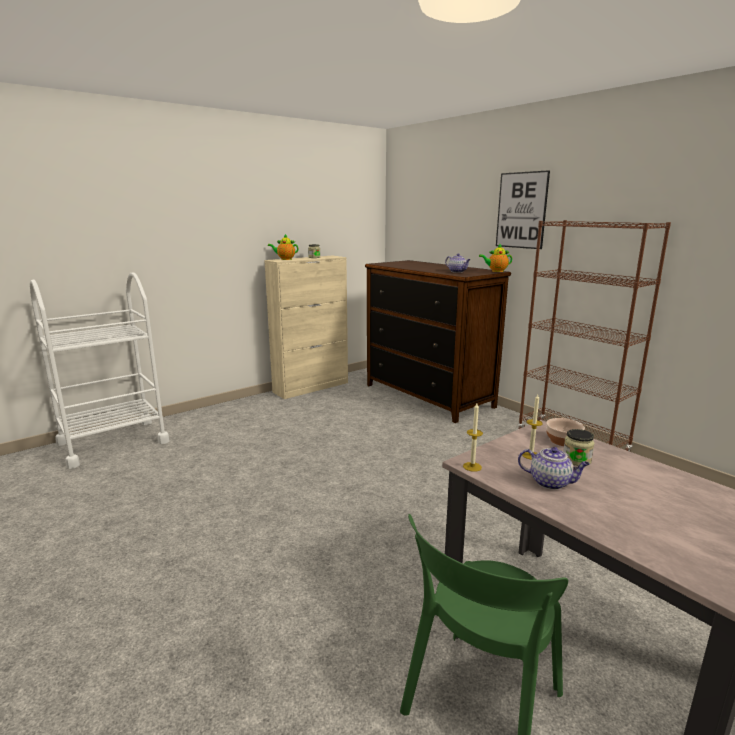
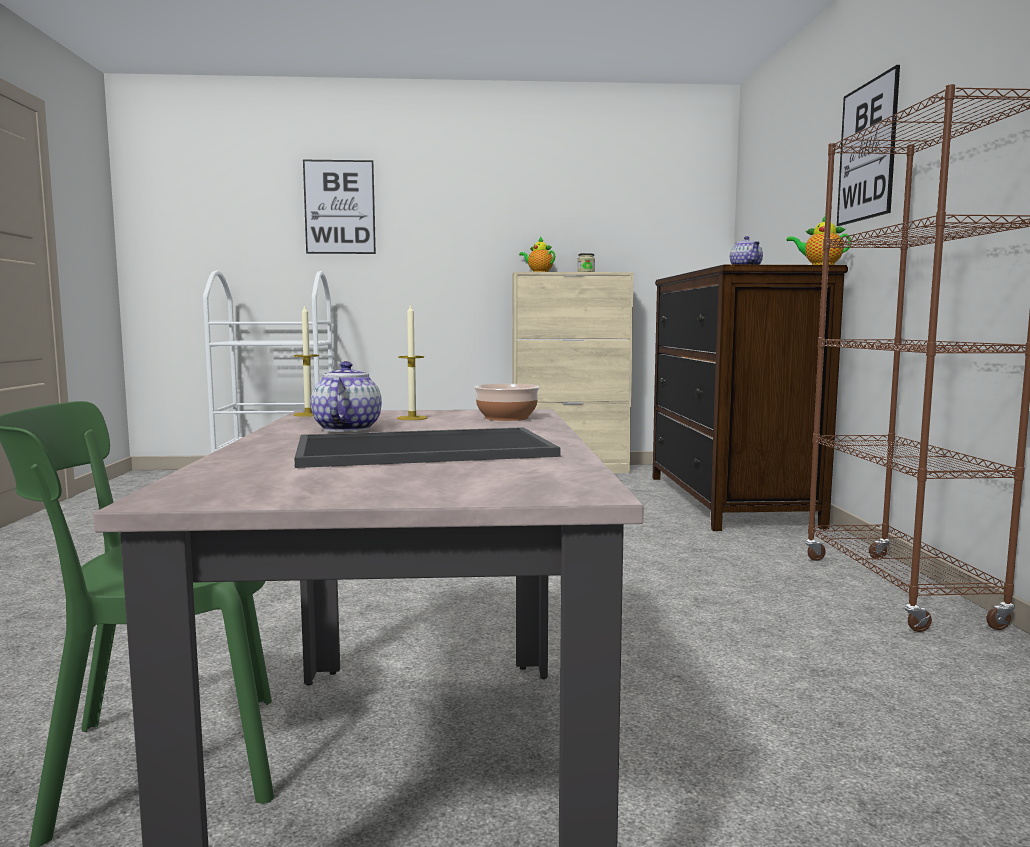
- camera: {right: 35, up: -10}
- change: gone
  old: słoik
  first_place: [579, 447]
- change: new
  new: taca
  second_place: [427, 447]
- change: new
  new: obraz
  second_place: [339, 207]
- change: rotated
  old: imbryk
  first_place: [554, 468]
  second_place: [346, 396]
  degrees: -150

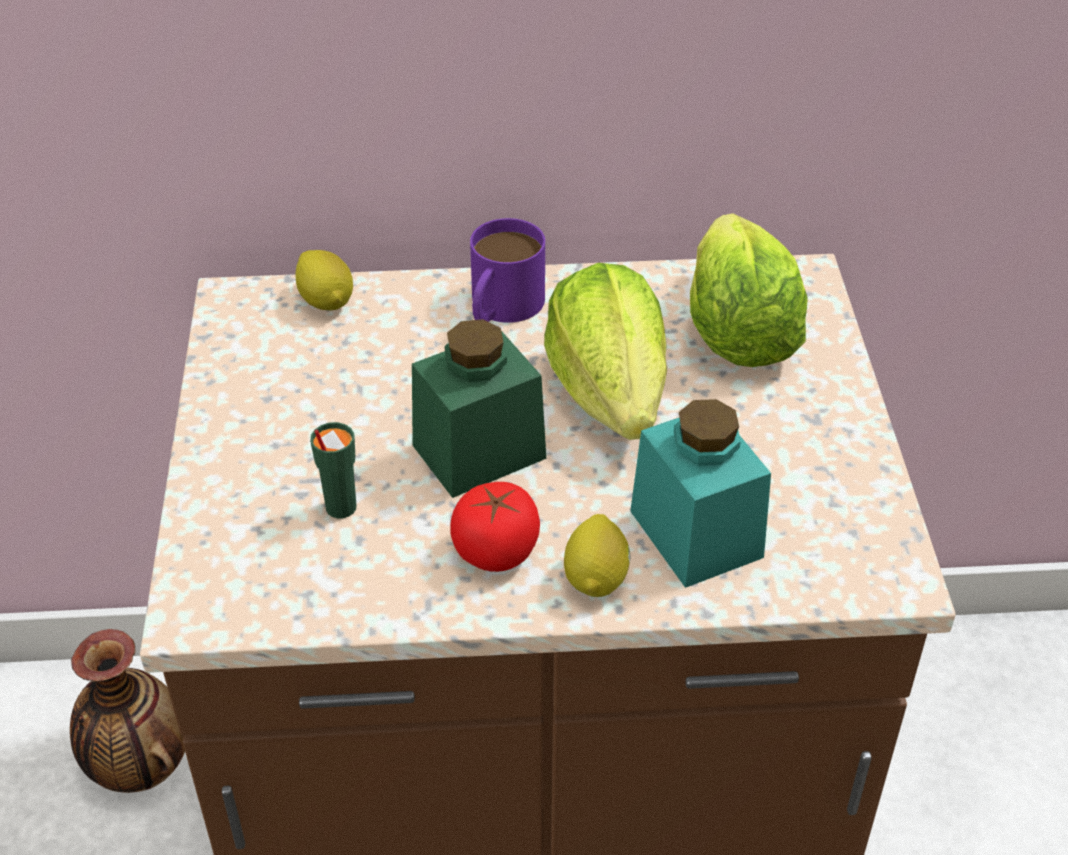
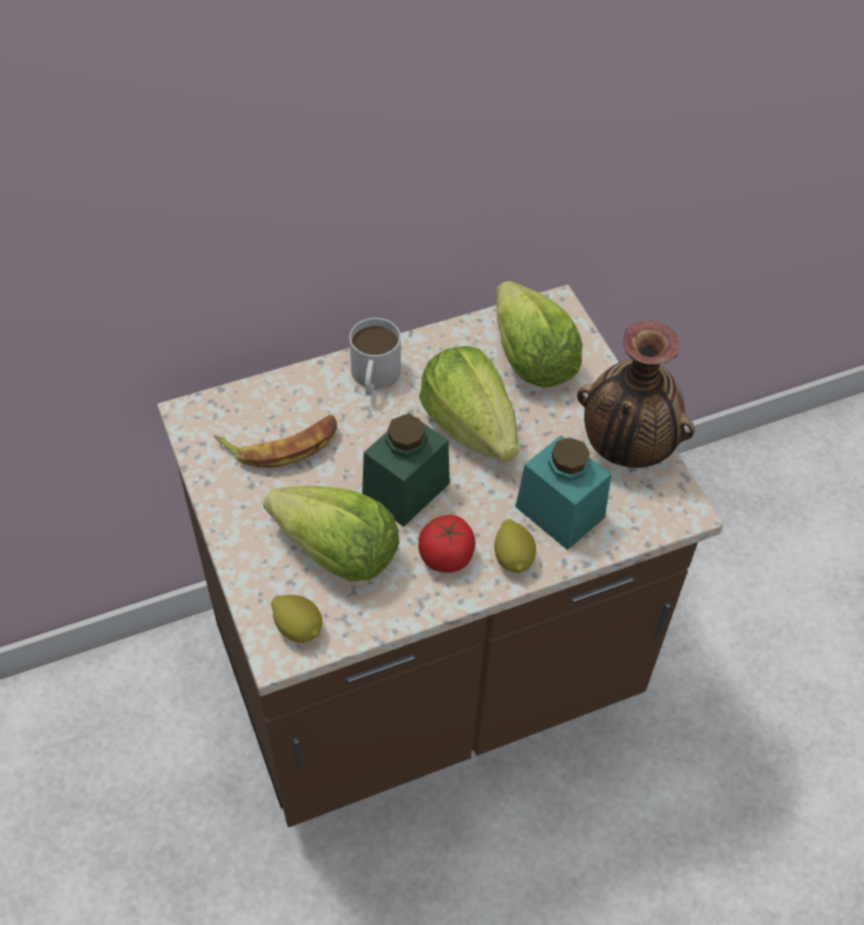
- camera: {right: -20, up: 10}
- change: new
  new: banan
  second_place: [275, 441]
- change: shifted
  old: wazon
  first_place: [127, 711]
  second_place: [636, 394]
- change: shifted
  old: cytryna
  first_place: [324, 280]
  second_place: [297, 619]
- change: swapped
  old: filiżanka/zielony
  new: sałata
  first_place: [333, 470]
  second_place: [331, 533]
- change: repainted
  old: kubek/fioletowy
  new: kubek/biały
  first_place: [507, 270]
  second_place: [375, 356]

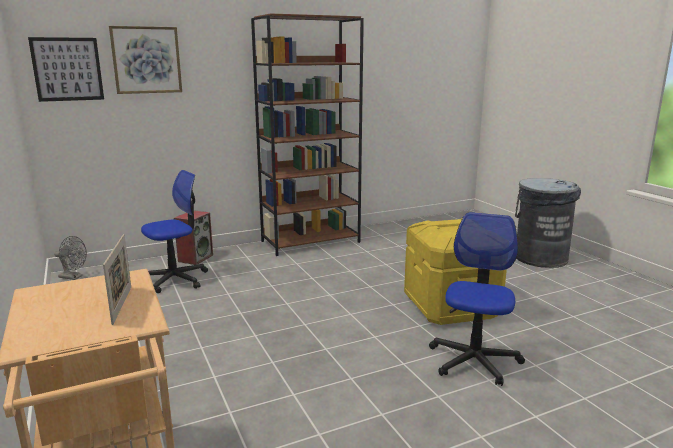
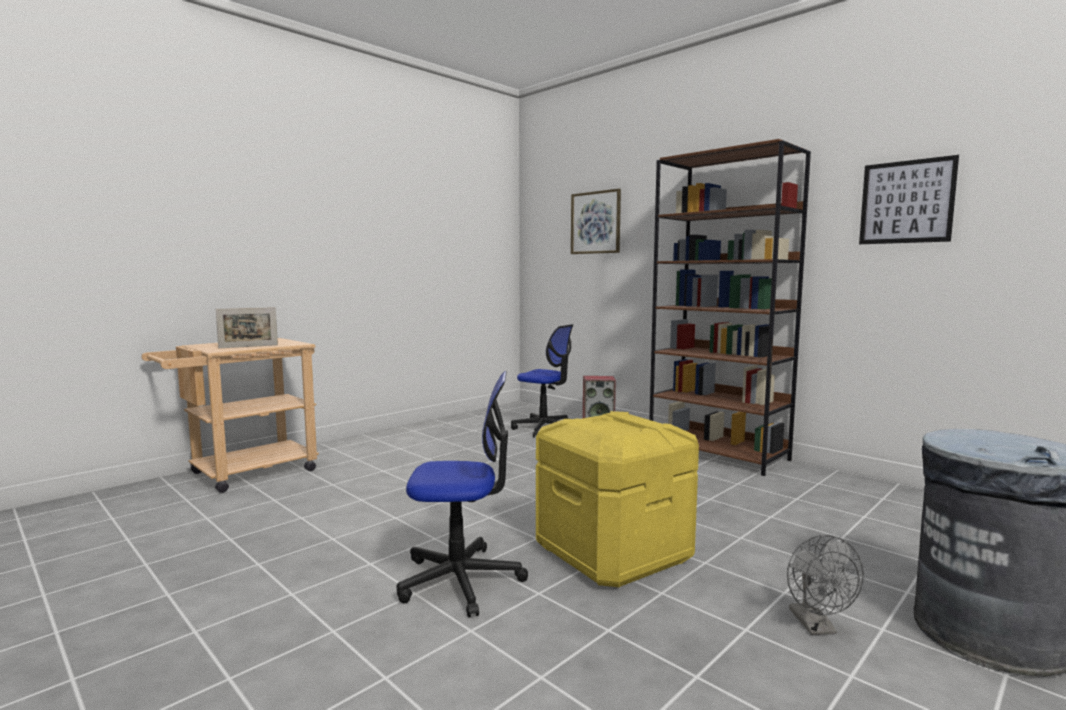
- camera: {right: 70, up: -10}
- change: shifted
  old: obraz
  first_place: [66, 69]
  second_place: [909, 199]
- change: shifted
  old: wentylator/szary
  first_place: [70, 258]
  second_place: [825, 585]

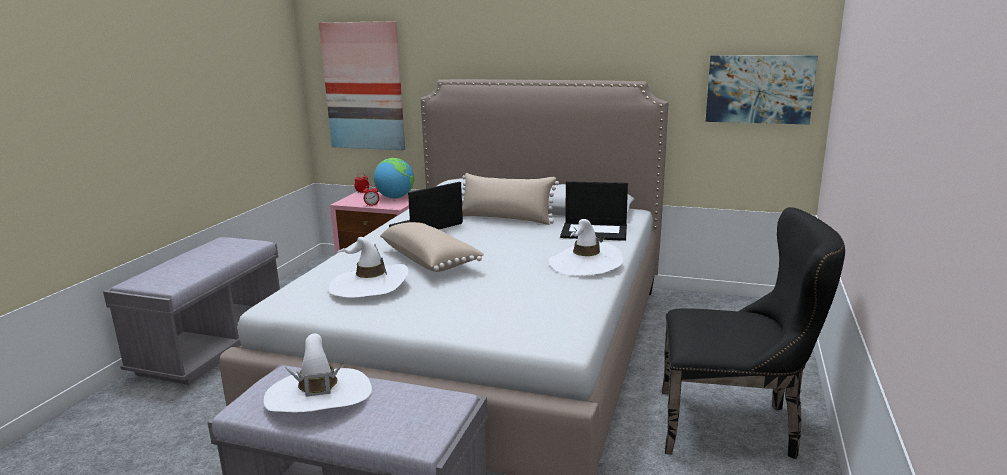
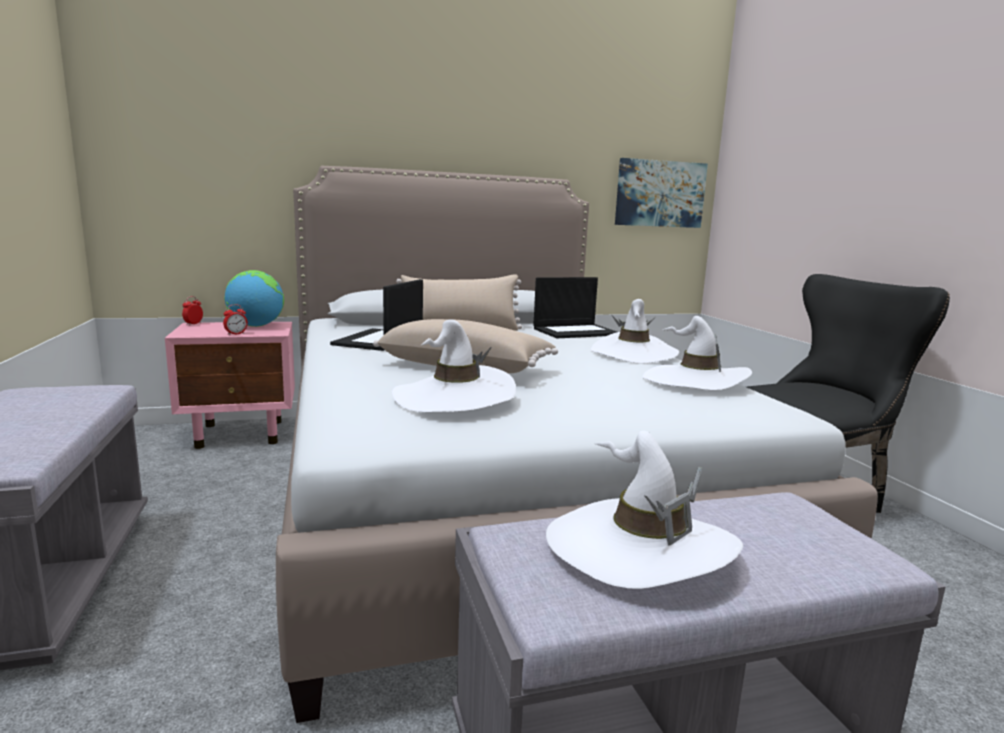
- camera: {right: -35, up: -5}
- change: gone
  old: obraz
  first_place: [362, 85]
- change: new
  new: kapelusz/biały
  second_place: [697, 353]

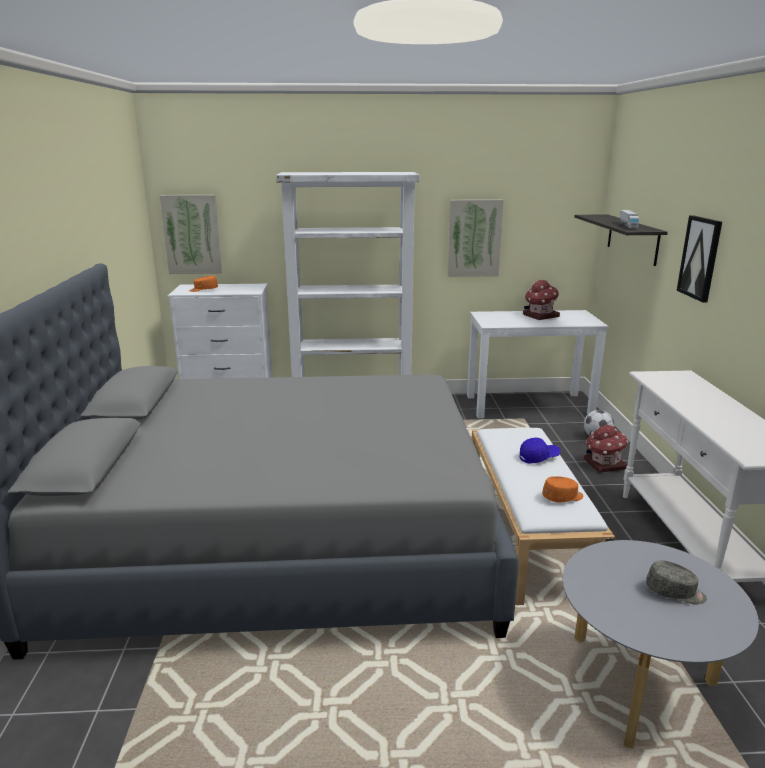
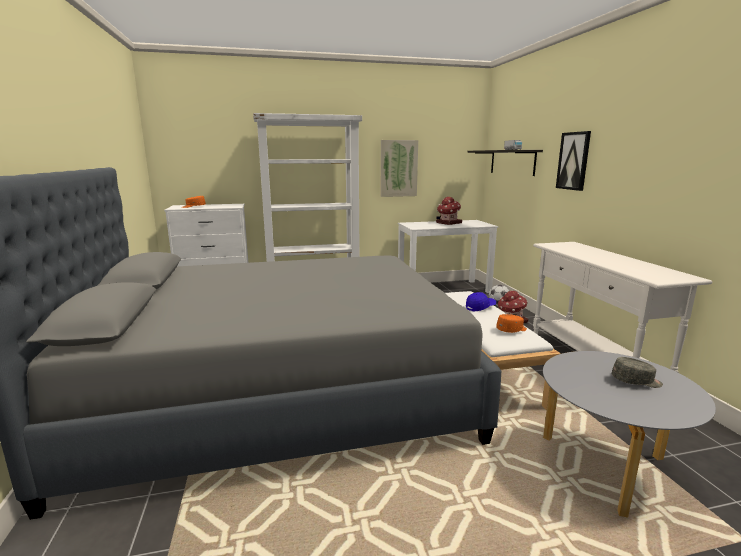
- camera: {right: -10, up: -5}
- change: gone
  old: obraz
  first_place: [191, 234]

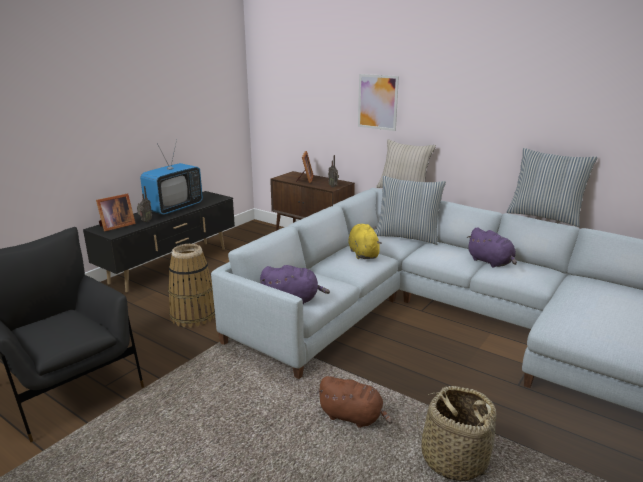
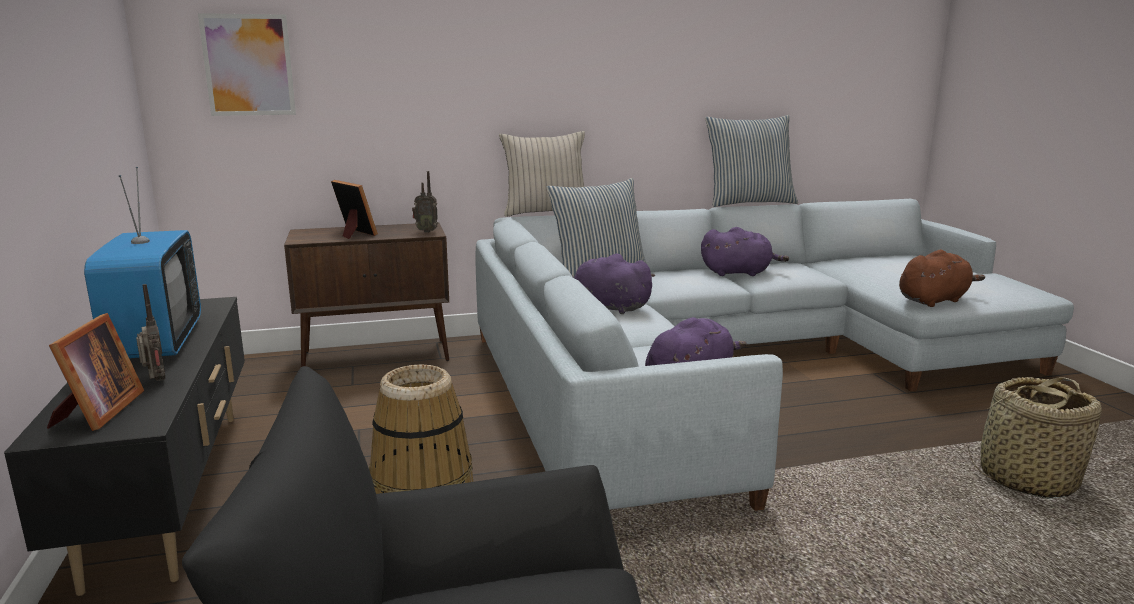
- camera: {right: -50, up: -5}
- change: shifted
  old: pluszak/brązowy
  first_place: [354, 402]
  second_place: [942, 278]
- change: shifted
  old: obraz
  first_place: [378, 102]
  second_place: [247, 64]
- change: repainted
  old: pluszak/żółty
  new: pluszak/fioletowy
  first_place: [365, 241]
  second_place: [613, 284]

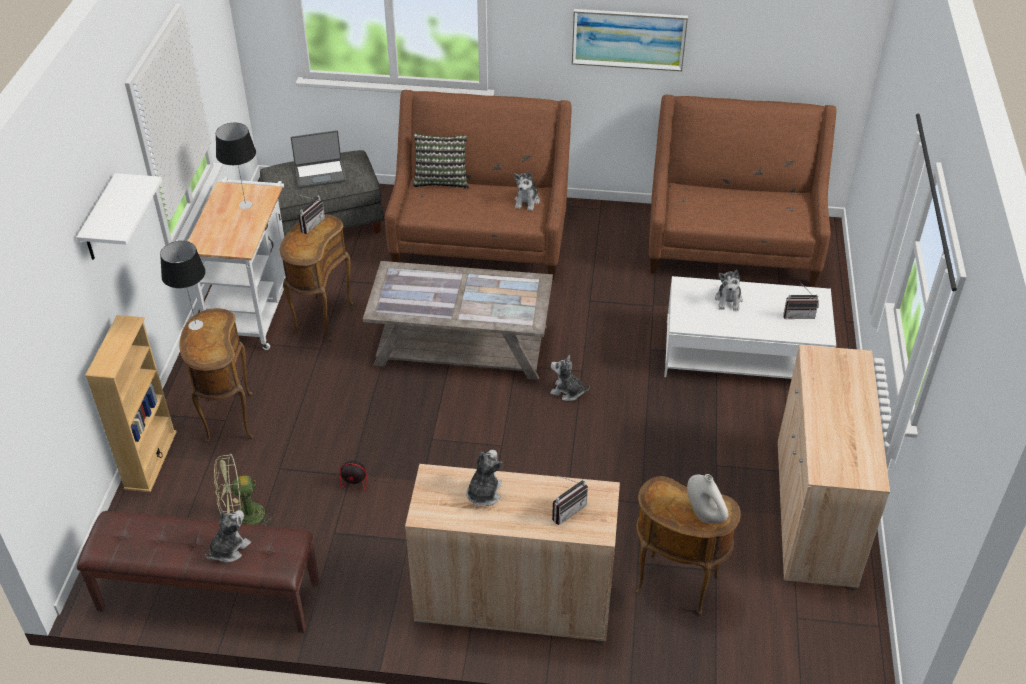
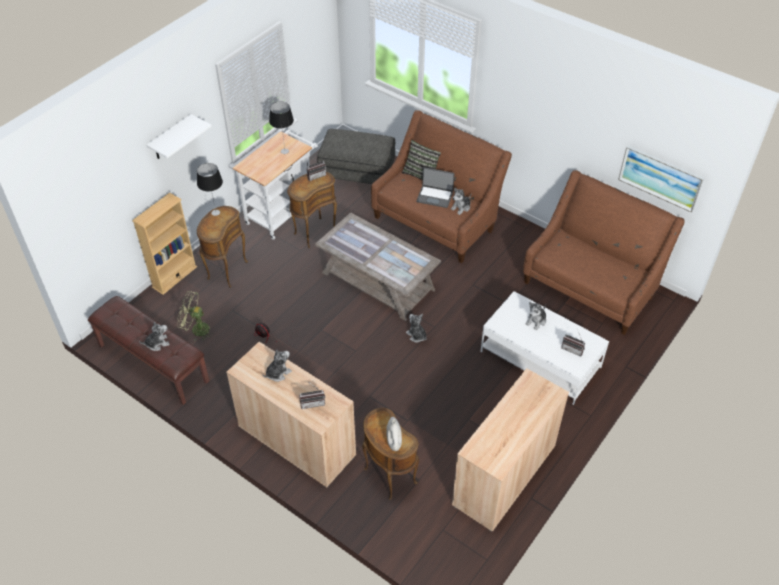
- camera: {right: 30, up: 5}
- change: shifted
  old: laptop
  first_place: [318, 159]
  second_place: [435, 187]
- change: shifted
  old: obraz
  first_place: [630, 40]
  second_place: [661, 179]

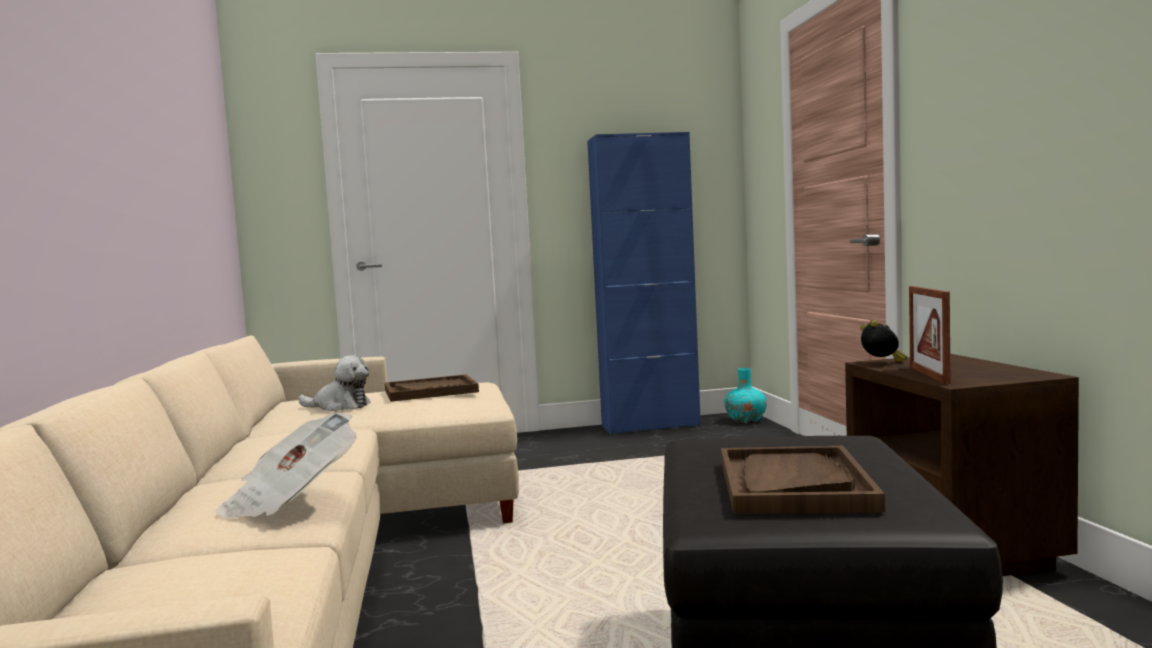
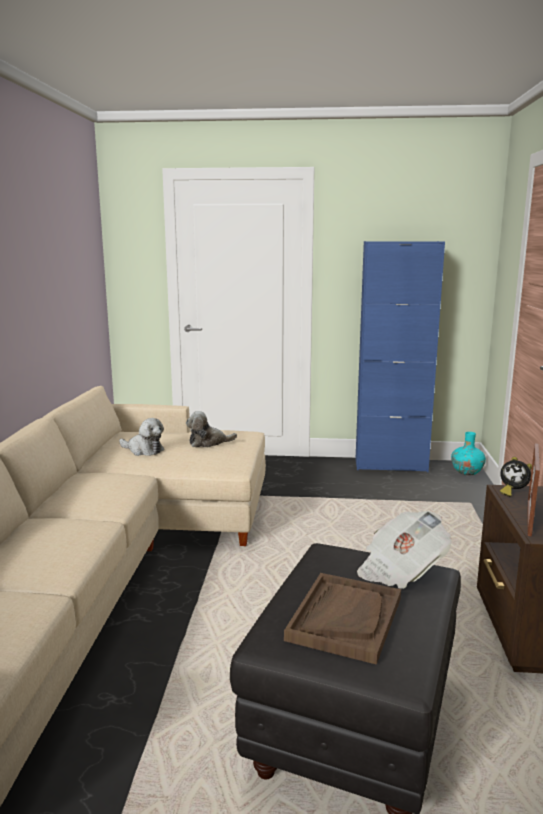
- camera: {right: 15, up: 10}
- change: shifted
  old: gazeta
  first_place: [286, 465]
  second_place: [404, 550]
- change: swapped
  old: taca/brązowy
  new: pluszak
  first_place: [432, 388]
  second_place: [211, 429]
- change: rotated
  old: budzik
  first_place: [883, 341]
  second_place: [516, 477]
  degrees: 120

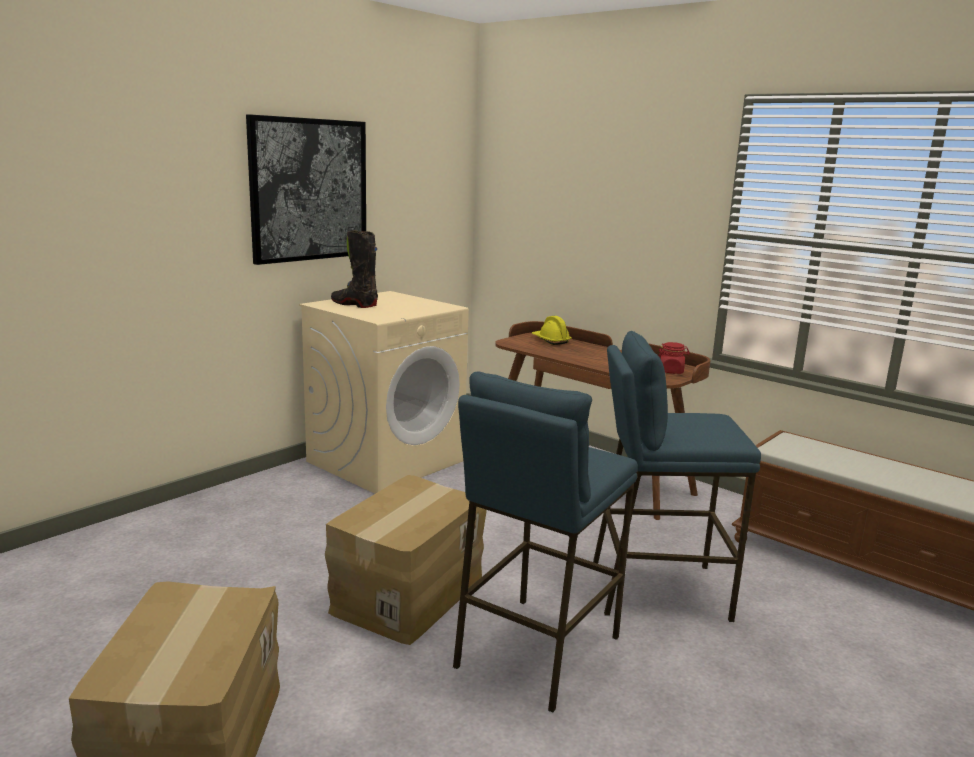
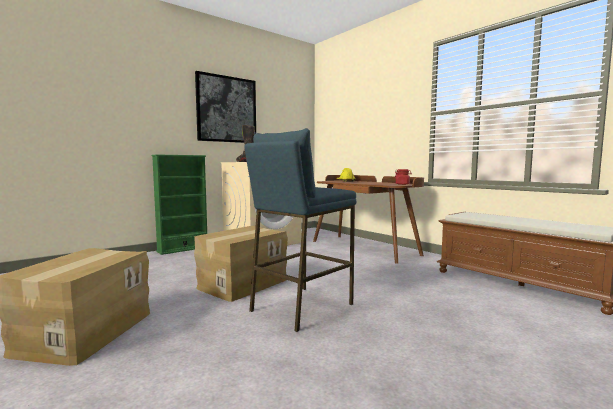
- camera: {right: 10, up: -10}
- change: gone
  old: stołek/niebieski
  first_place: [677, 476]
- change: new
  new: regał/zielony
  second_place: [179, 204]

